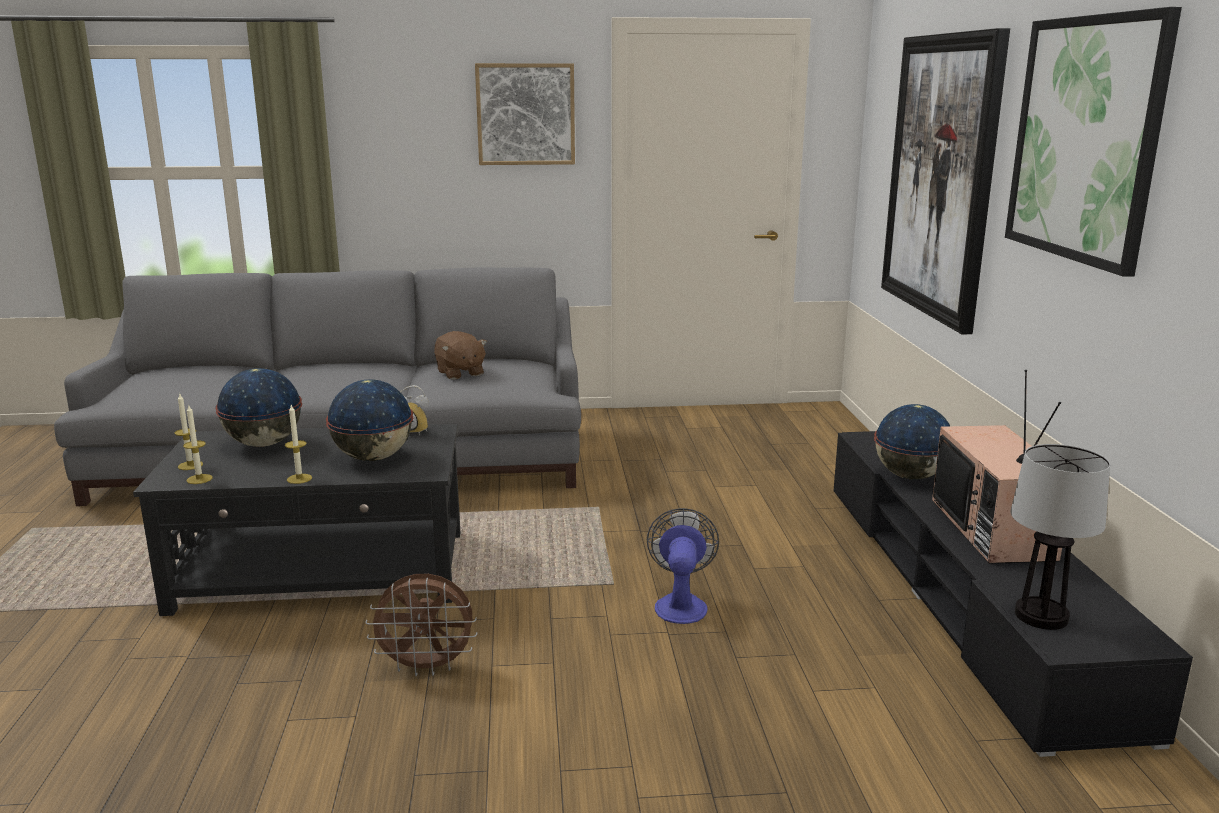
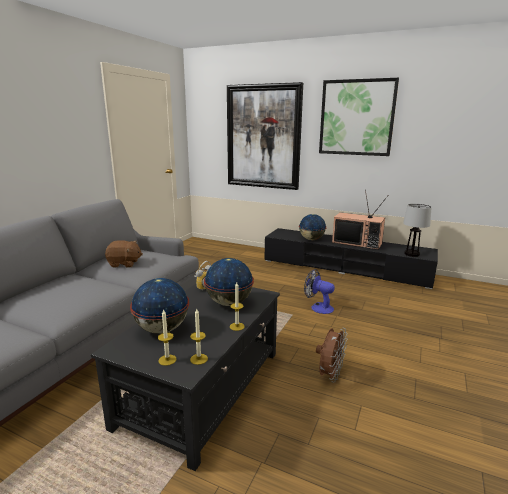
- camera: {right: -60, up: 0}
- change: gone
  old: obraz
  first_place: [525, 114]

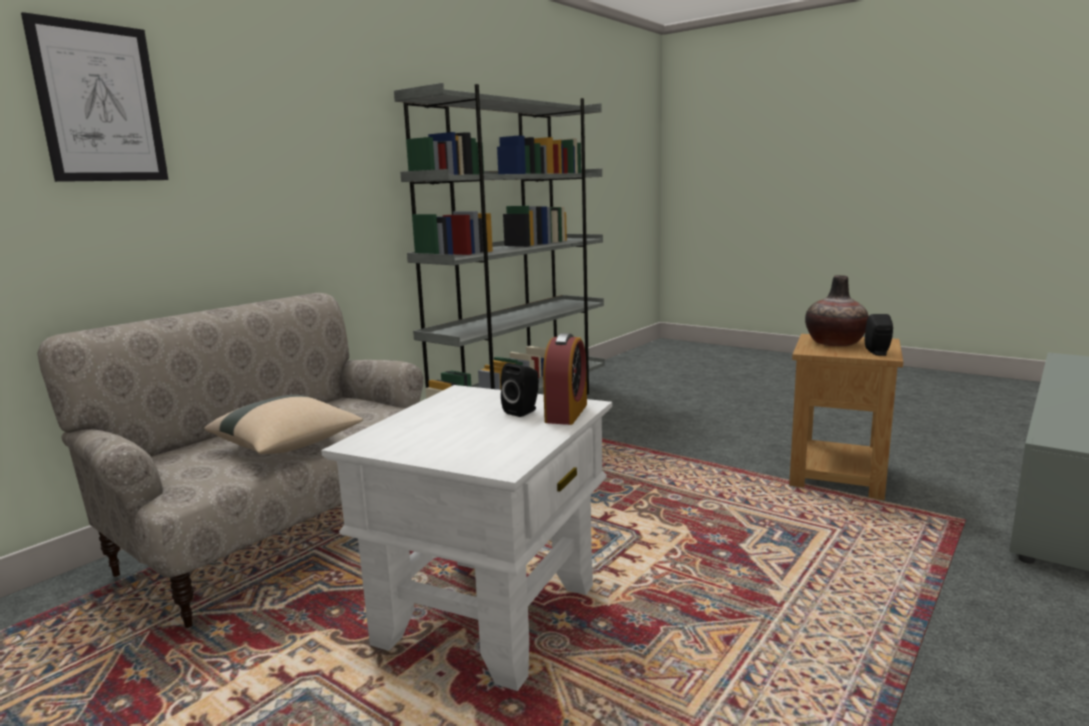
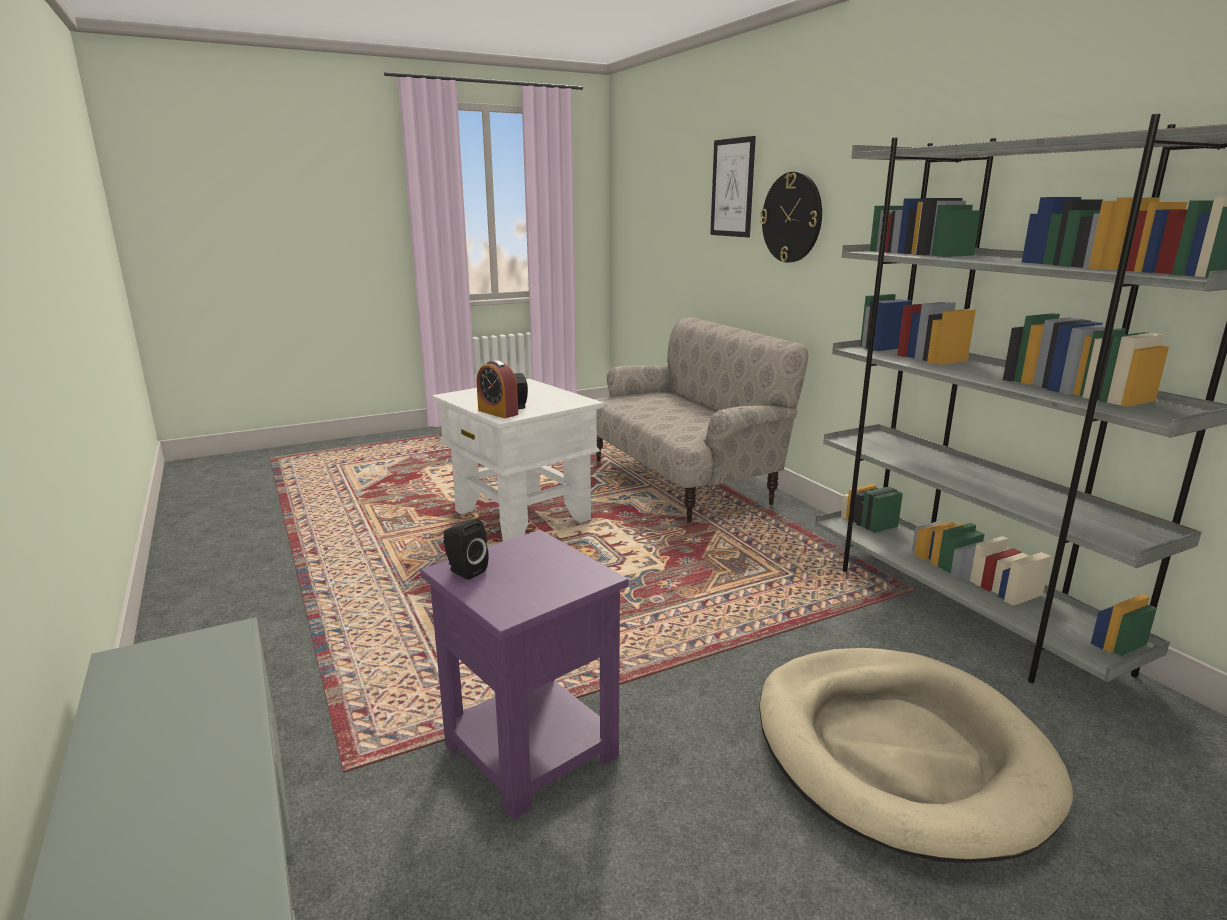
- camera: {right: 115, up: 5}
- change: gone
  old: poduszka/beżowy
  first_place: [283, 424]
- change: gone
  old: wazon
  first_place: [837, 310]
- change: new
  new: legowisko/beżowy
  second_place: [916, 755]
- change: new
  new: zegar ścienny
  second_place: [791, 217]
- change: repainted
  old: stolik/brązowy
  new: stolik/fioletowy
  first_place: [846, 417]
  second_place: [524, 675]

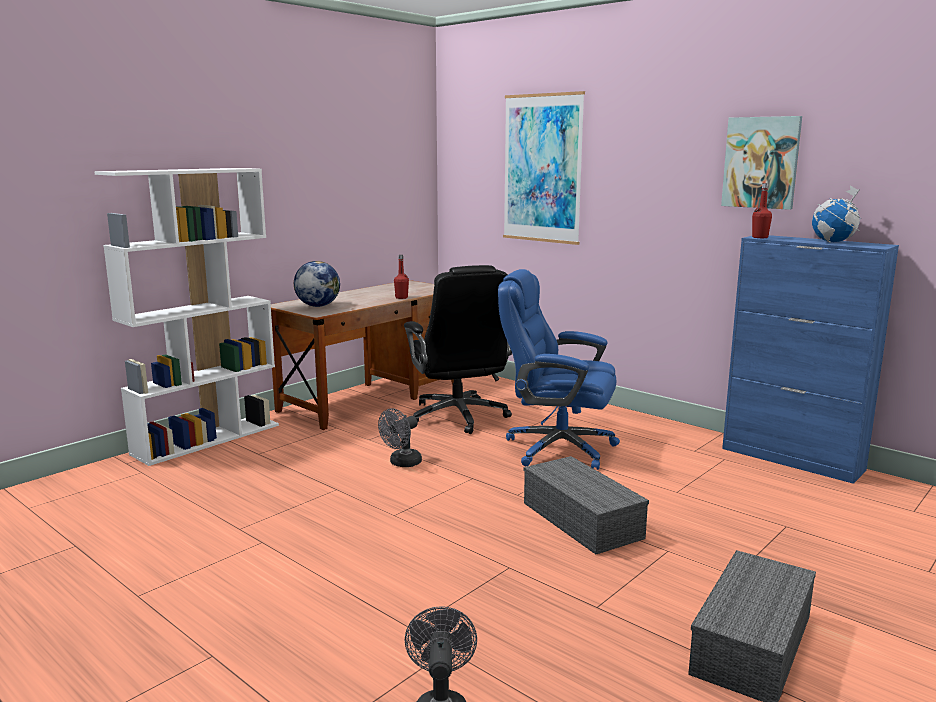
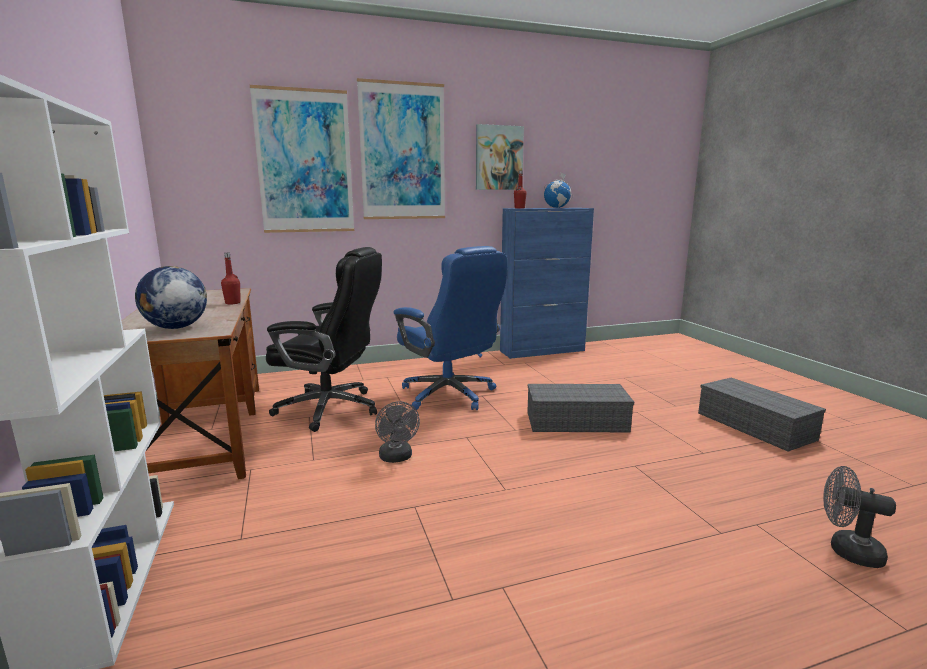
- camera: {right: -60, up: 0}
- change: new
  new: obraz
  second_place: [401, 148]
- change: rotated
  old: krzesło biurowe/niebieski
  first_place: [559, 369]
  second_place: [451, 328]
  degrees: -90

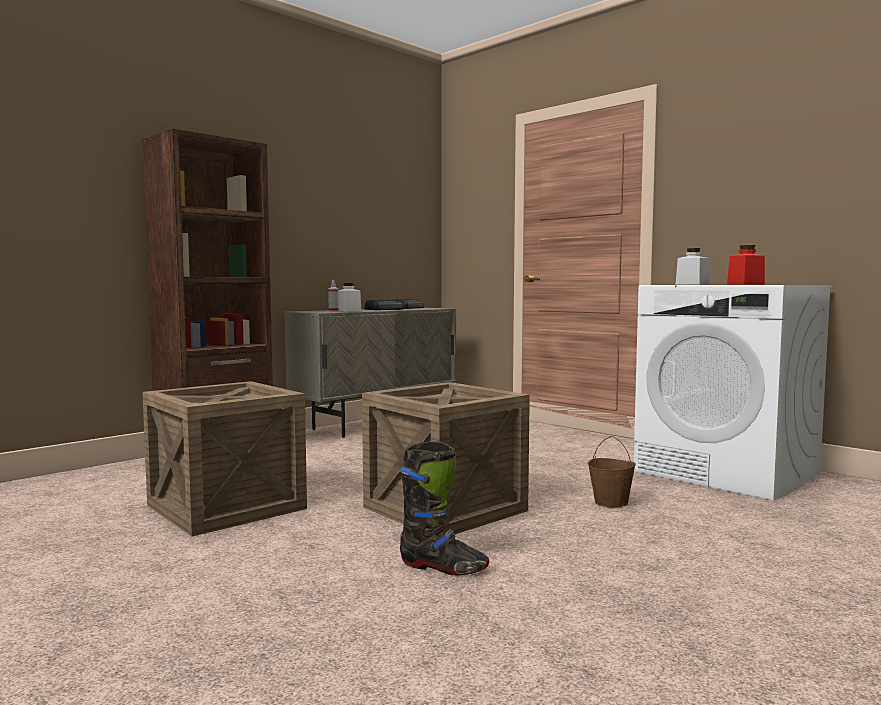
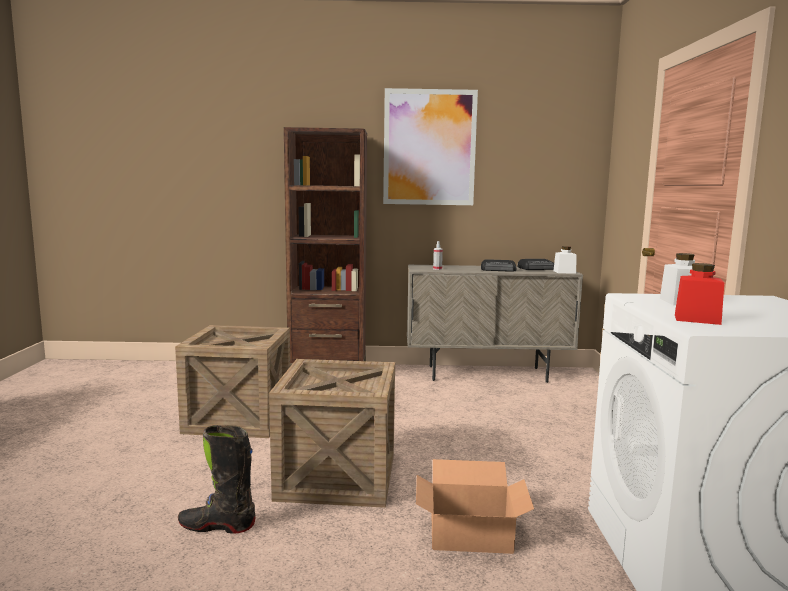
- camera: {right: 45, up: 5}
- change: new
  new: obraz
  second_place: [430, 146]
- change: shifted
  old: słoik/biały
  first_place: [350, 297]
  second_place: [565, 259]
- change: swapped
  old: wiadro/brązowy
  new: karton
  first_place: [612, 471]
  second_place: [475, 506]
- change: rotated
  old: but z cholewką/czarny
  first_place: [444, 508]
  second_place: [217, 479]
  degrees: 120

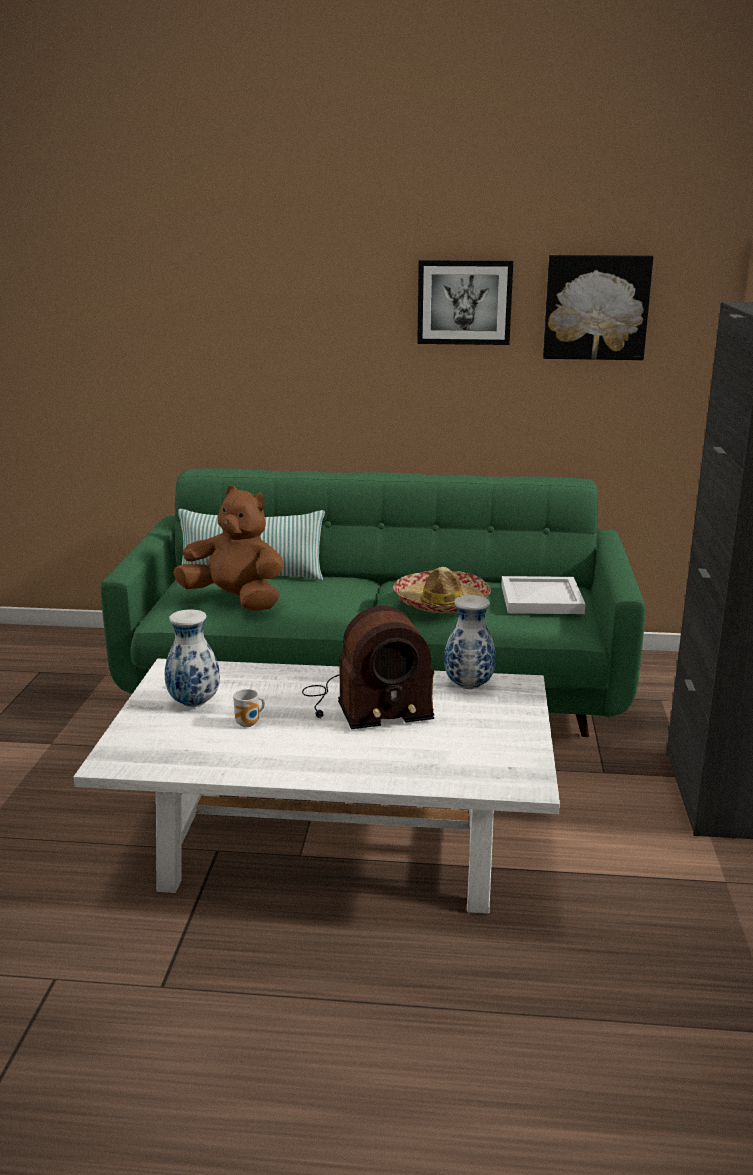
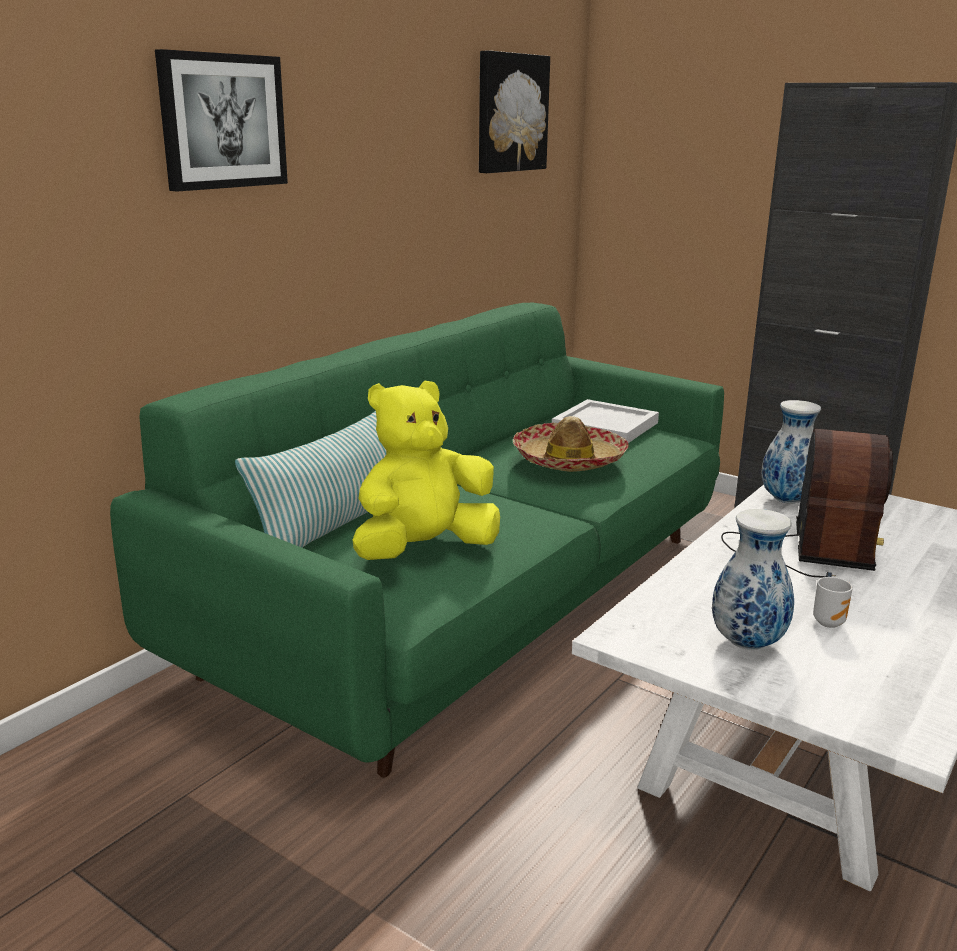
- camera: {right: -60, up: 0}
- change: shifted
  old: obraz
  first_place: [465, 302]
  second_place: [221, 120]
- change: repainted
  old: pluszak/brązowy
  new: pluszak/żółty
  first_place: [228, 548]
  second_place: [426, 470]

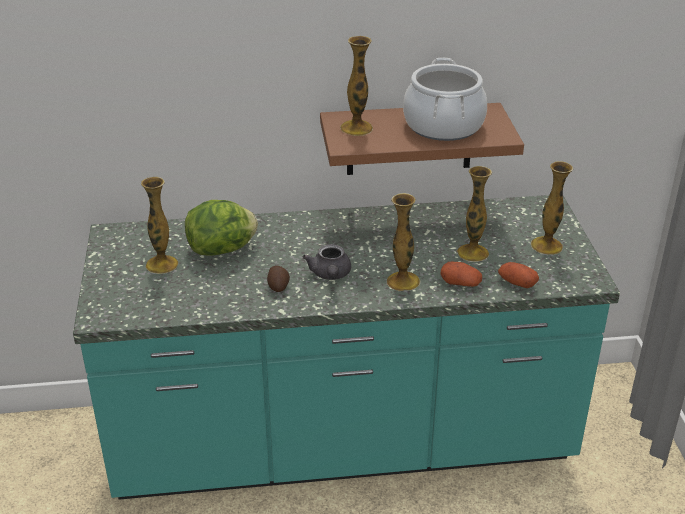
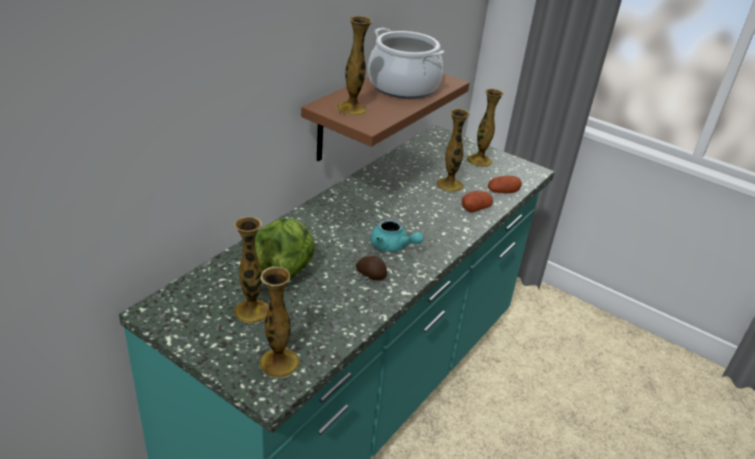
- camera: {right: -50, up: 0}
- change: shifted
  old: wazon
  first_place: [403, 242]
  second_place: [280, 322]
- change: repainted
  old: imbryk/szary
  new: imbryk/turkusowy
  first_place: [327, 262]
  second_place: [397, 235]

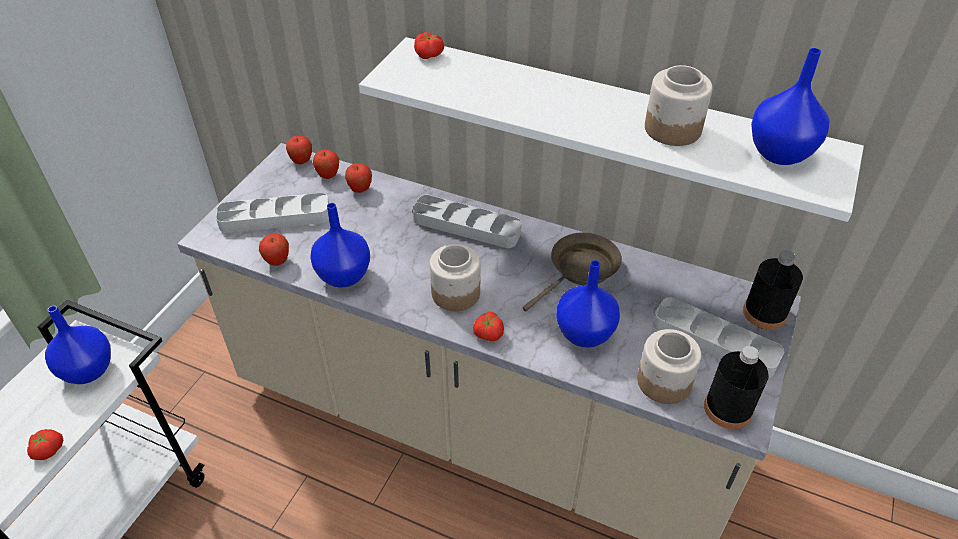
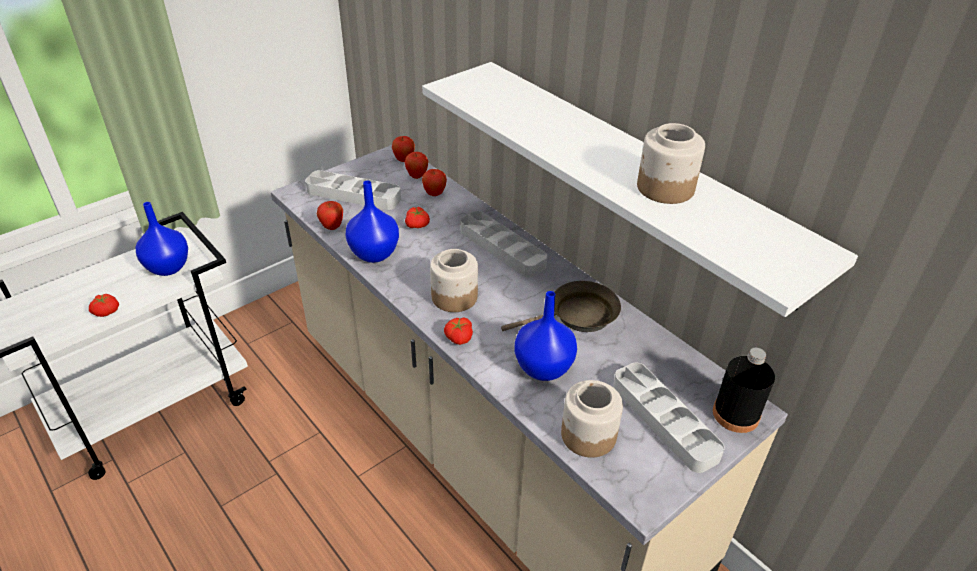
- camera: {right: 25, up: -5}
- change: gone
  old: butelka/czarny
  first_place: [736, 387]
- change: gone
  old: wazon/niebieski
  first_place: [790, 106]
- change: shifted
  old: pomidor
  first_place: [429, 45]
  second_place: [417, 217]

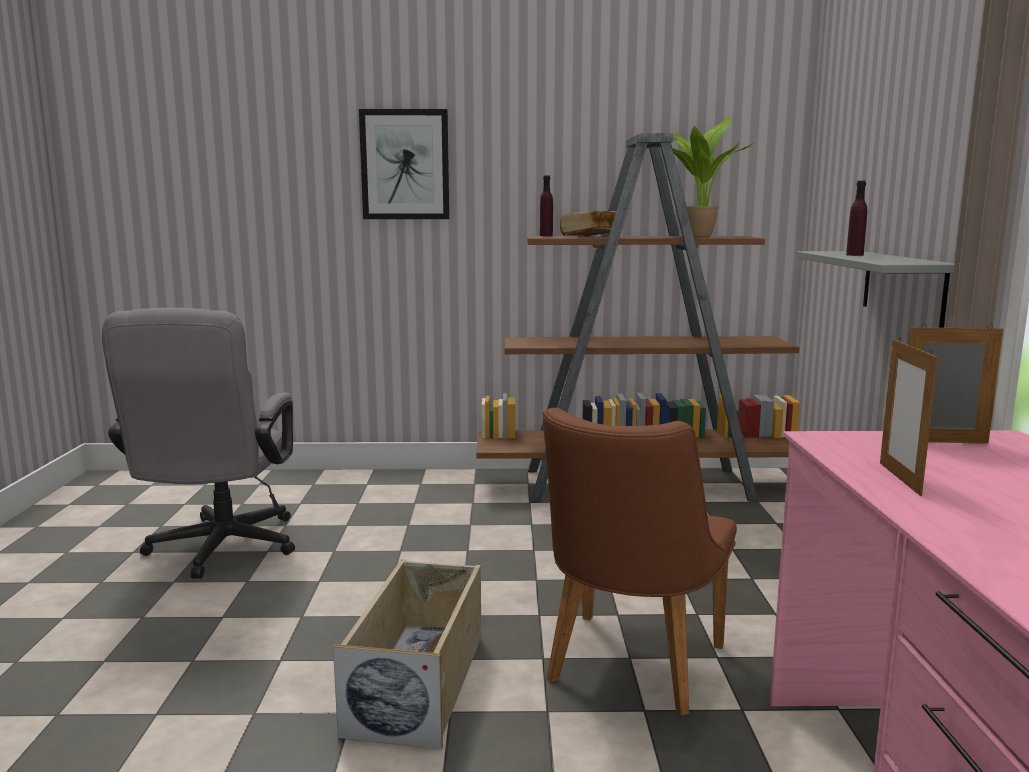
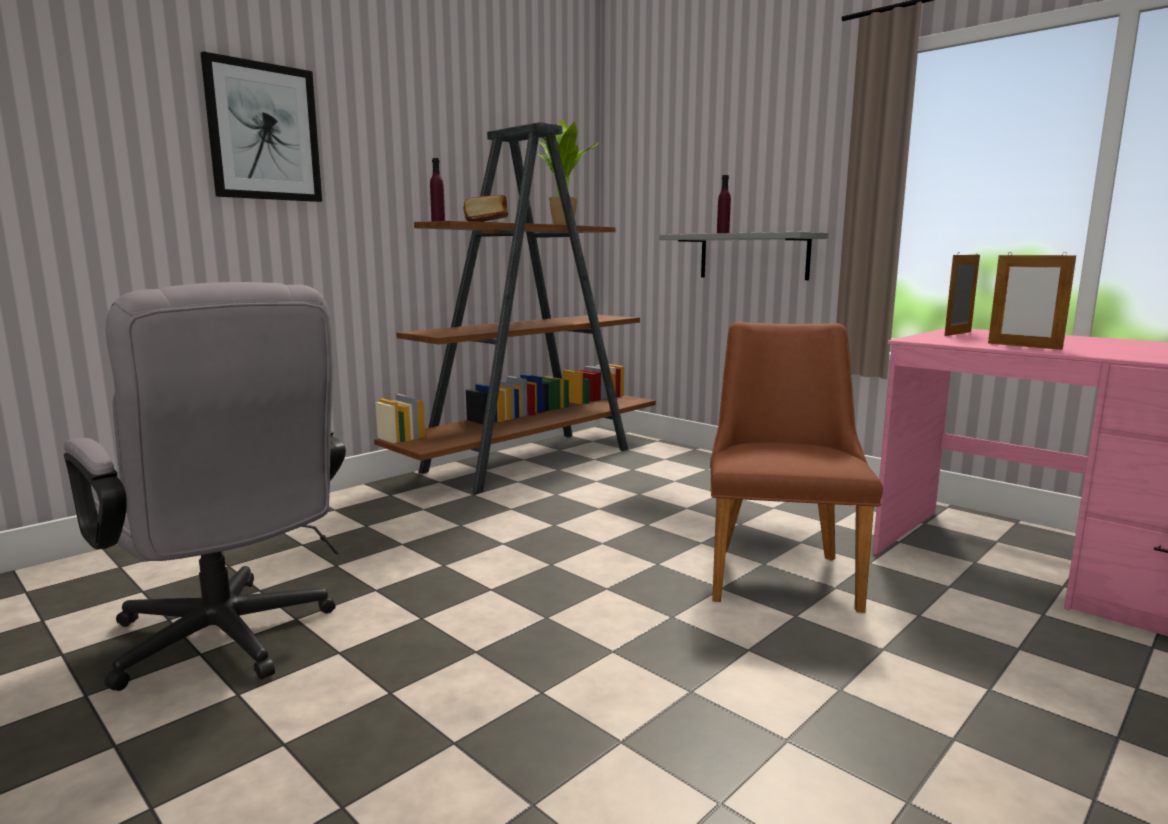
- camera: {right: -45, up: 0}
- change: gone
  old: pojemnik do przechowywania/beżowy
  first_place: [407, 654]
- change: rotated
  old: krzesło/brązowy
  first_place: [640, 562]
  second_place: [796, 467]
  degrees: -150

